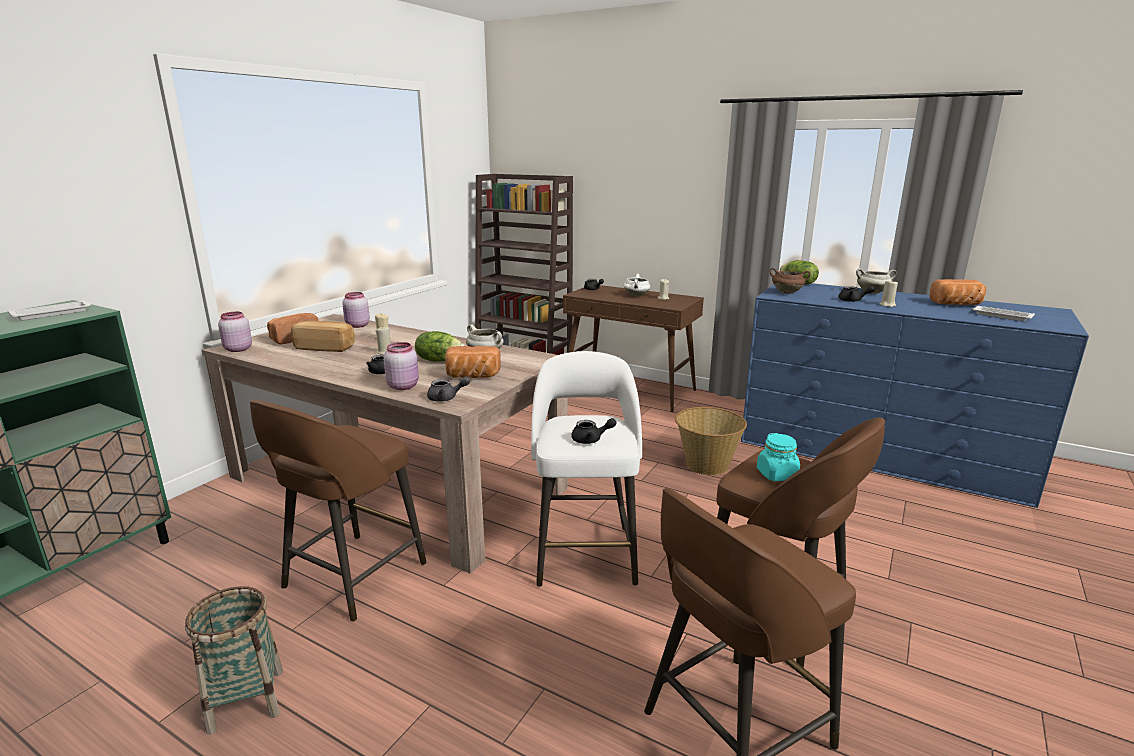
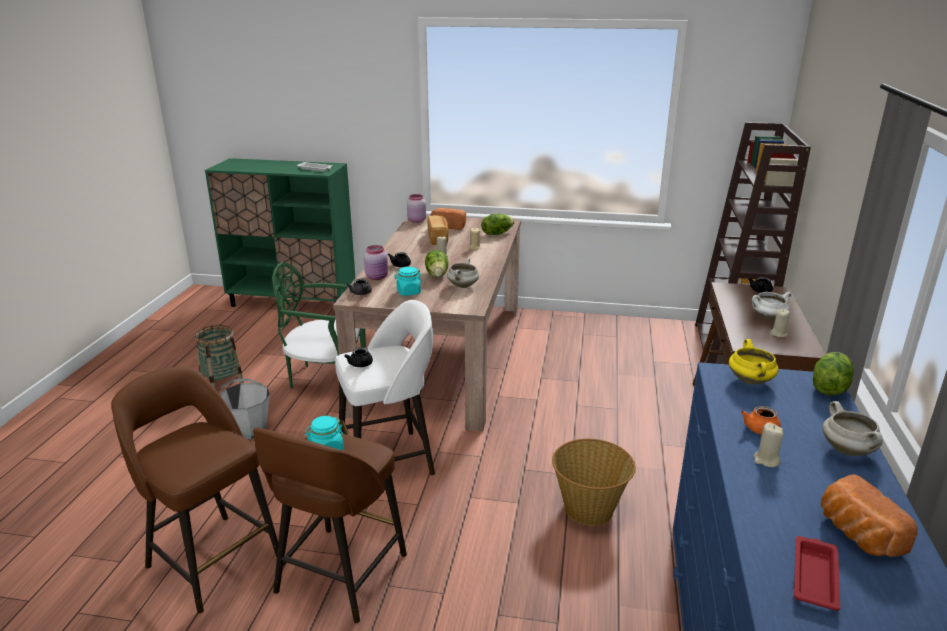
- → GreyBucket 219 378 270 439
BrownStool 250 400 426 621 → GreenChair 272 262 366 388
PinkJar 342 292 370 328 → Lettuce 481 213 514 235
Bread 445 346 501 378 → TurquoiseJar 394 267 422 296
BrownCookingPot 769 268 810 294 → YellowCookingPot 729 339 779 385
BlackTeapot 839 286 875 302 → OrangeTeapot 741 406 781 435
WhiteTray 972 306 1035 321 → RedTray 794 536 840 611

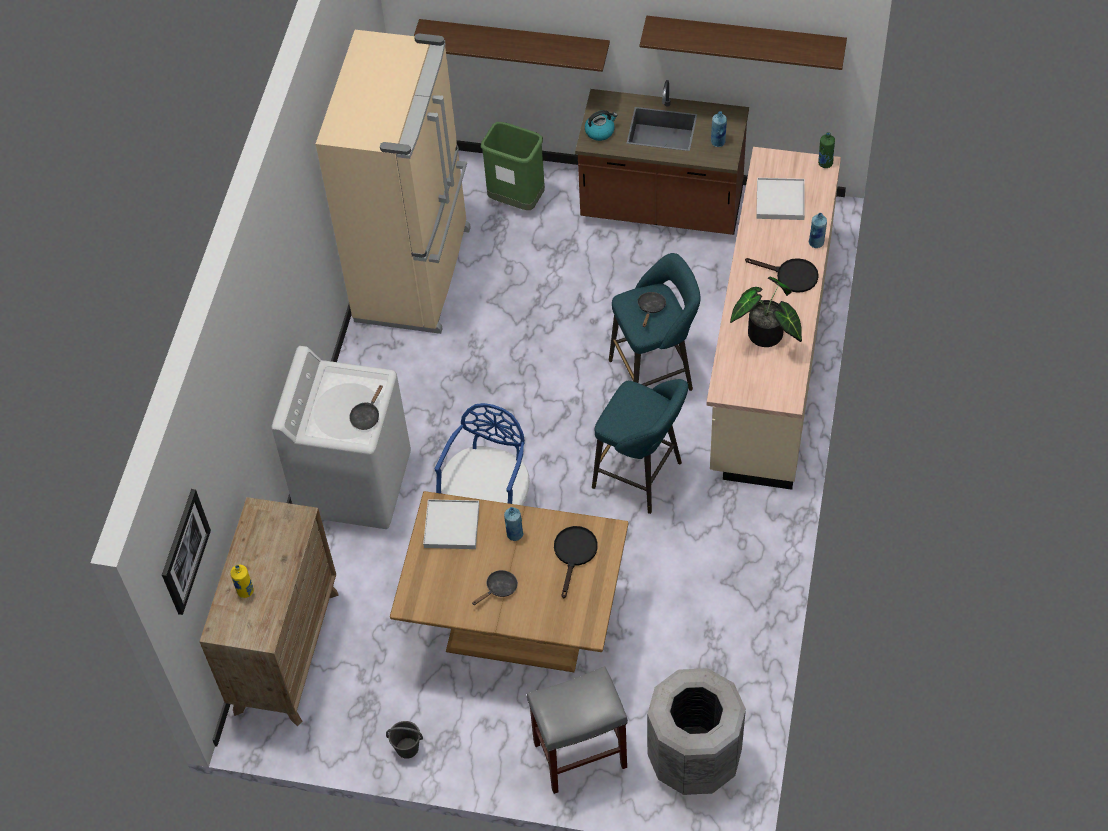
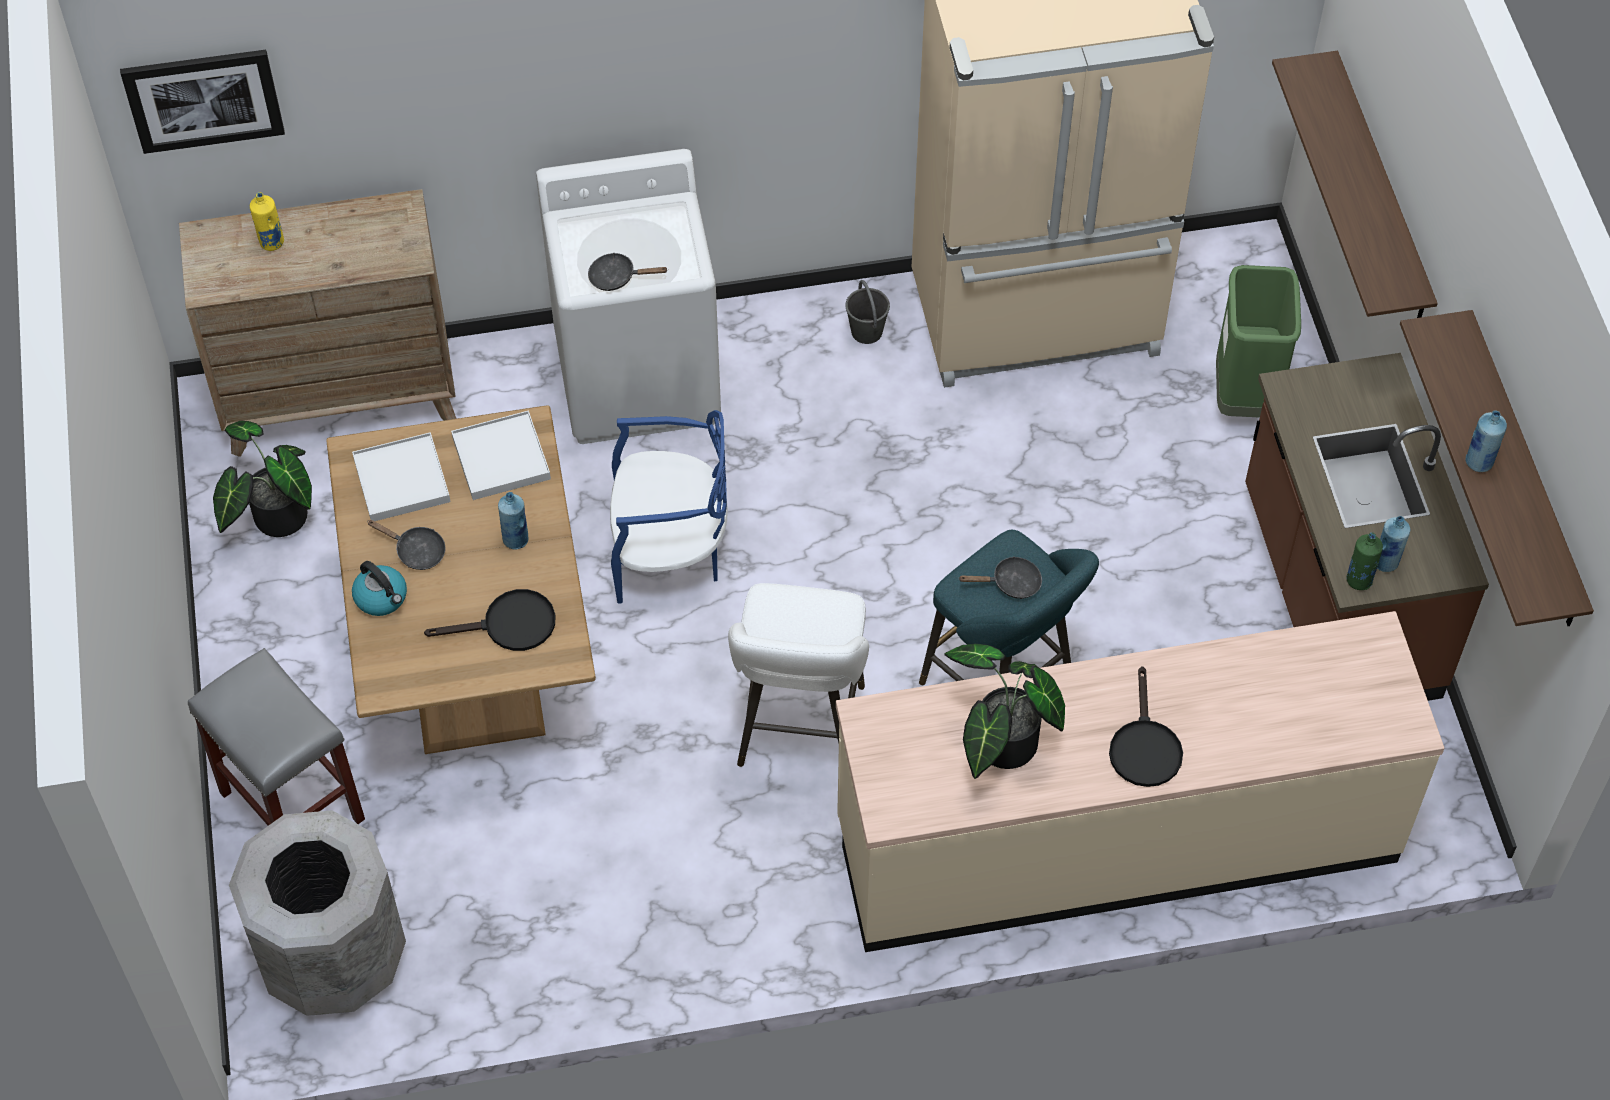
- → PottedPlant 213 421 312 537
GreyBucket 386 721 423 759 → GreyBucket 846 280 890 344, shifted
Kettle 585 110 618 141 → Kettle 352 561 407 616, shifted
WhiteTray 756 178 805 220 → WhiteTray 352 432 450 521, shifted
BlueBottle 809 213 827 248 → BlueBottle 1465 410 1507 472, shifted
GreenBottle 818 132 835 168 → GreenBottle 1347 532 1383 590, shifted
TurquoiseStool 592 379 688 514 → WhiteStool 728 583 869 767

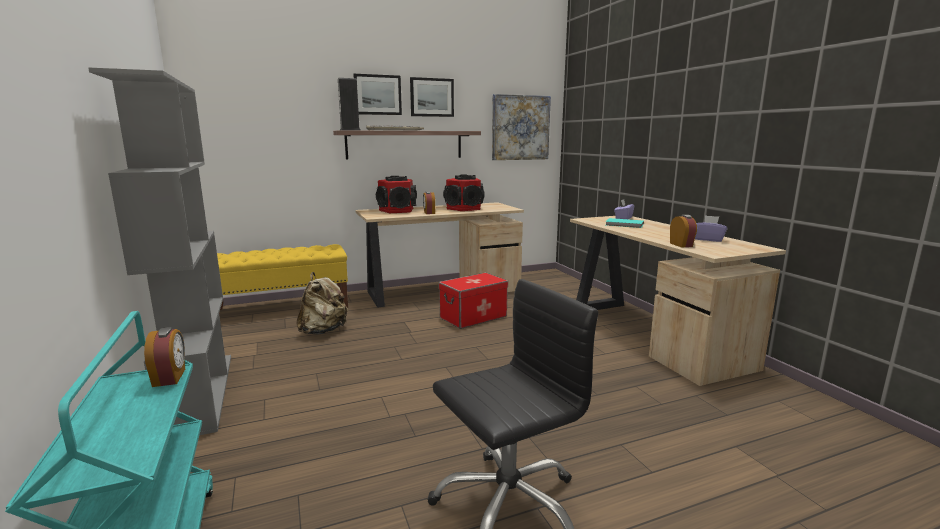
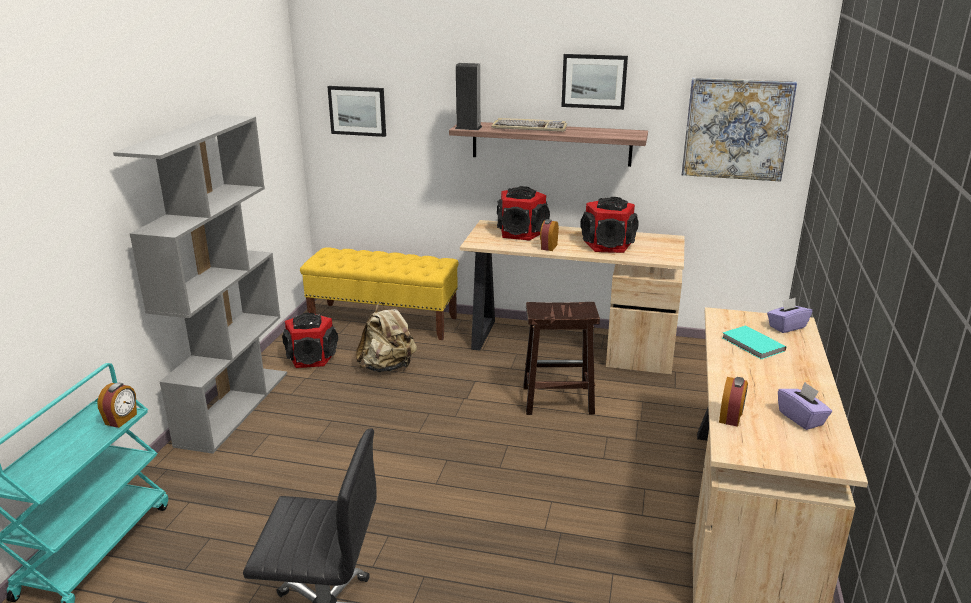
- → Speaker 282 313 338 368
Picture 353 74 402 115 → Picture 327 86 386 137, shifted
StorageBox 439 273 508 329 → BrownStool 523 302 600 415

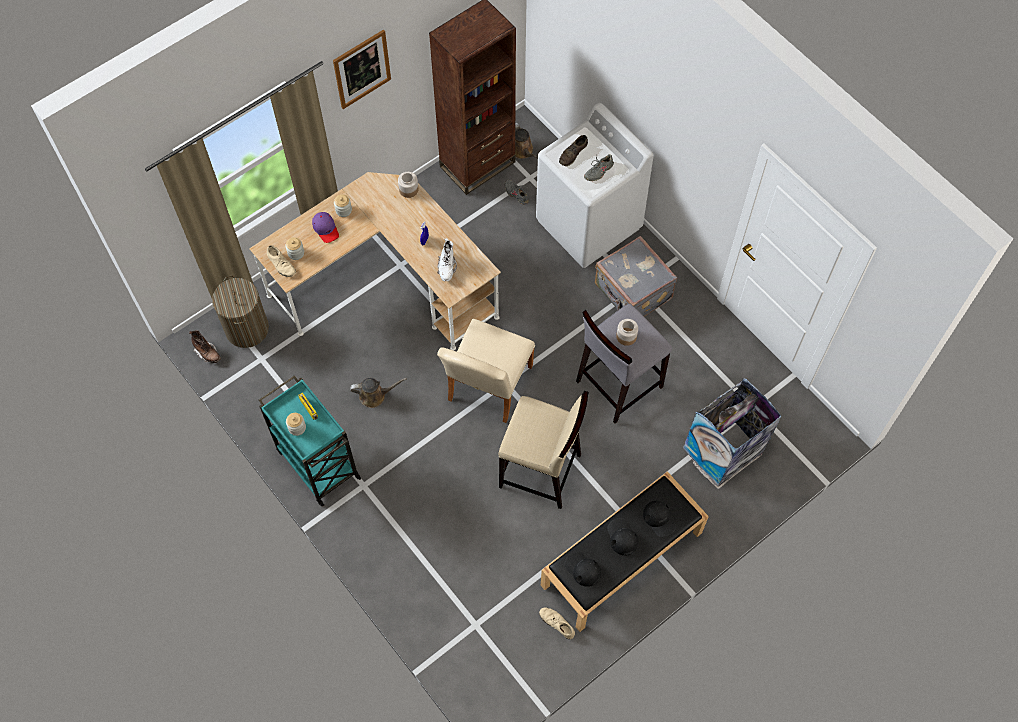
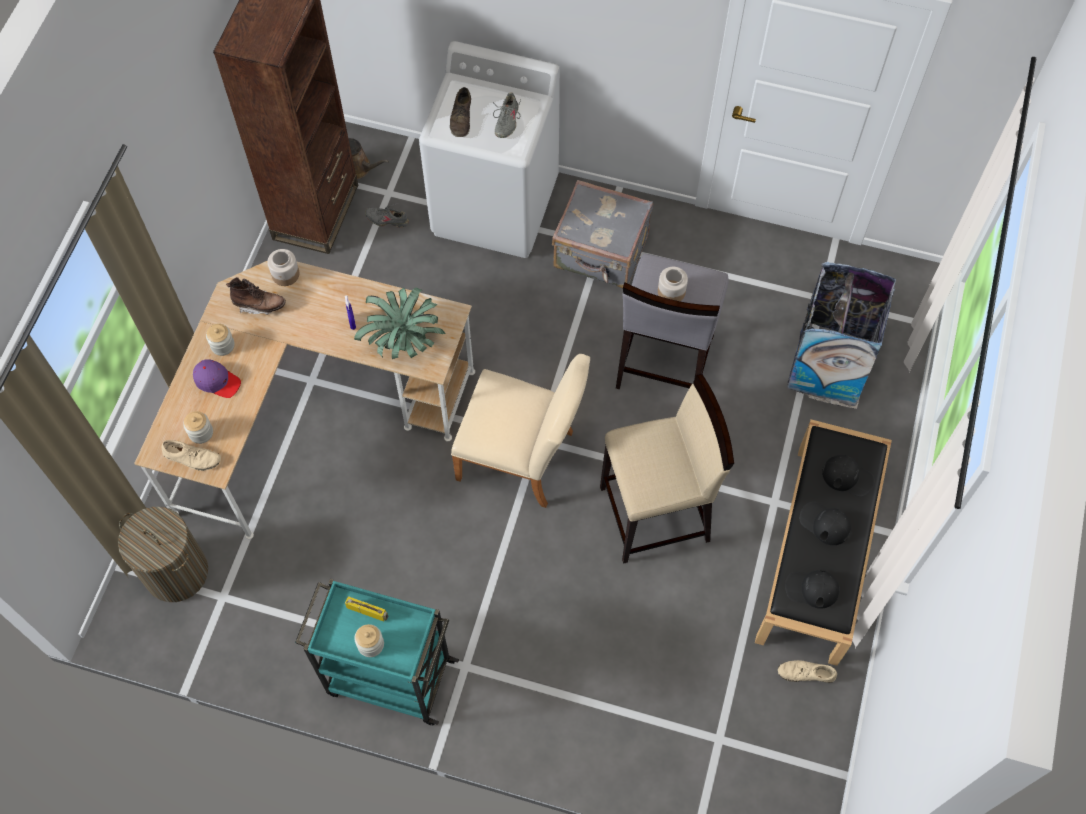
Picture 333 30 391 109 → -
BrownWateringCan 350 378 407 408 → -
BrownBoot 189 331 221 363 → BrownBoot 226 277 286 315, shifted
WhiteBoot 437 238 457 281 → PottedPlant 354 288 446 359
BeigeChair 437 319 535 423 → BeigeChair 451 354 590 508, 60 degrees counterclockwise

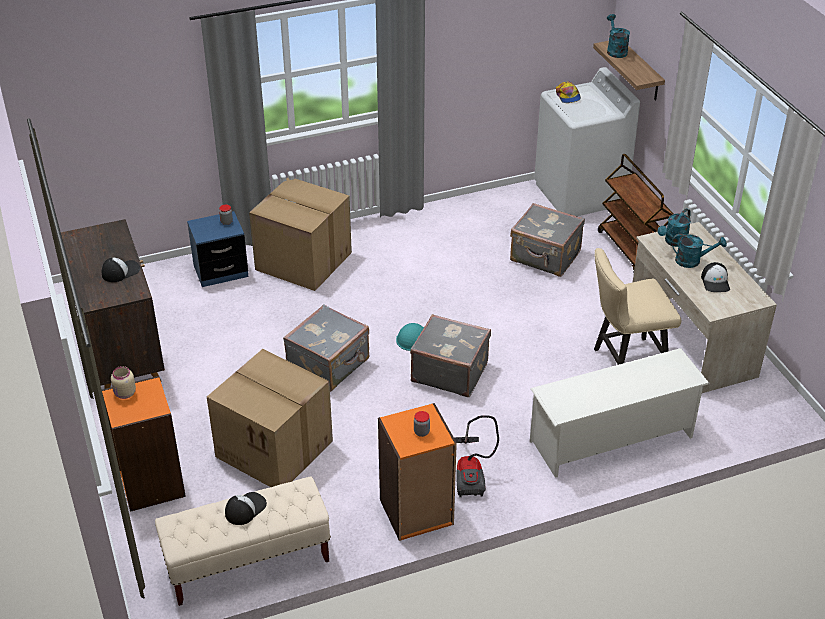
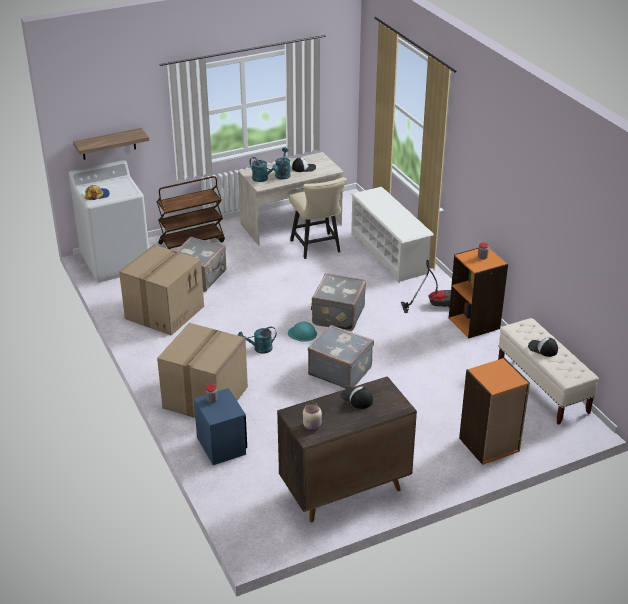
BeigeJar 111 366 136 399 → BeigeJar 303 403 322 430, shifted
CardboardBox 207 349 333 487 → CardboardBox 119 245 204 336, shifted
TurquoiseWateringCan 607 14 630 58 → TurquoiseWateringCan 238 327 277 354, shifted

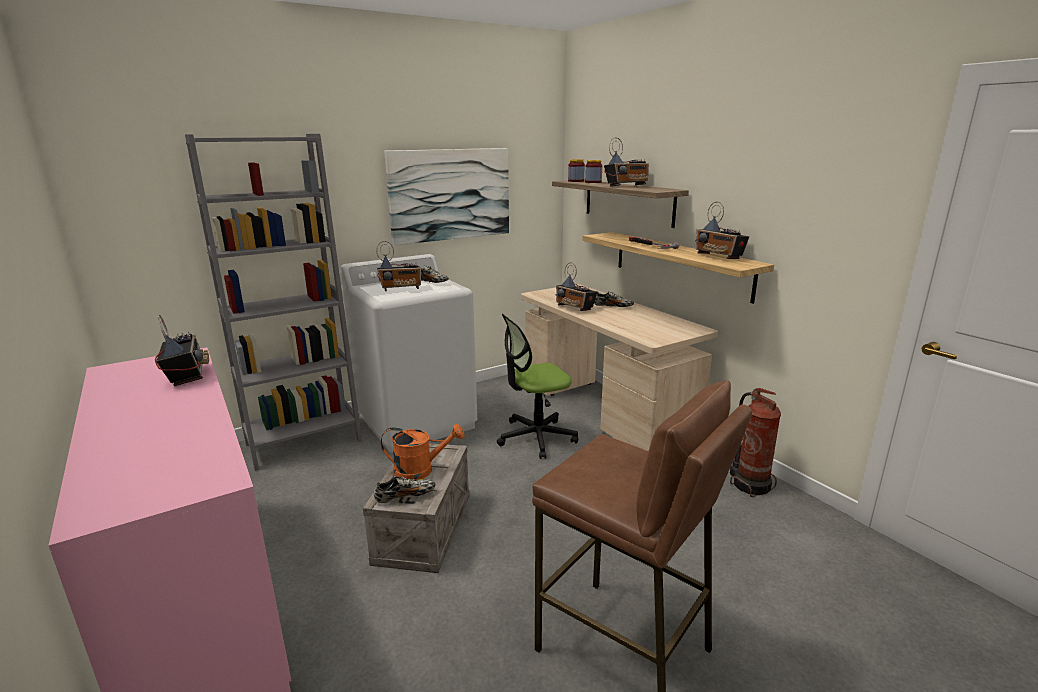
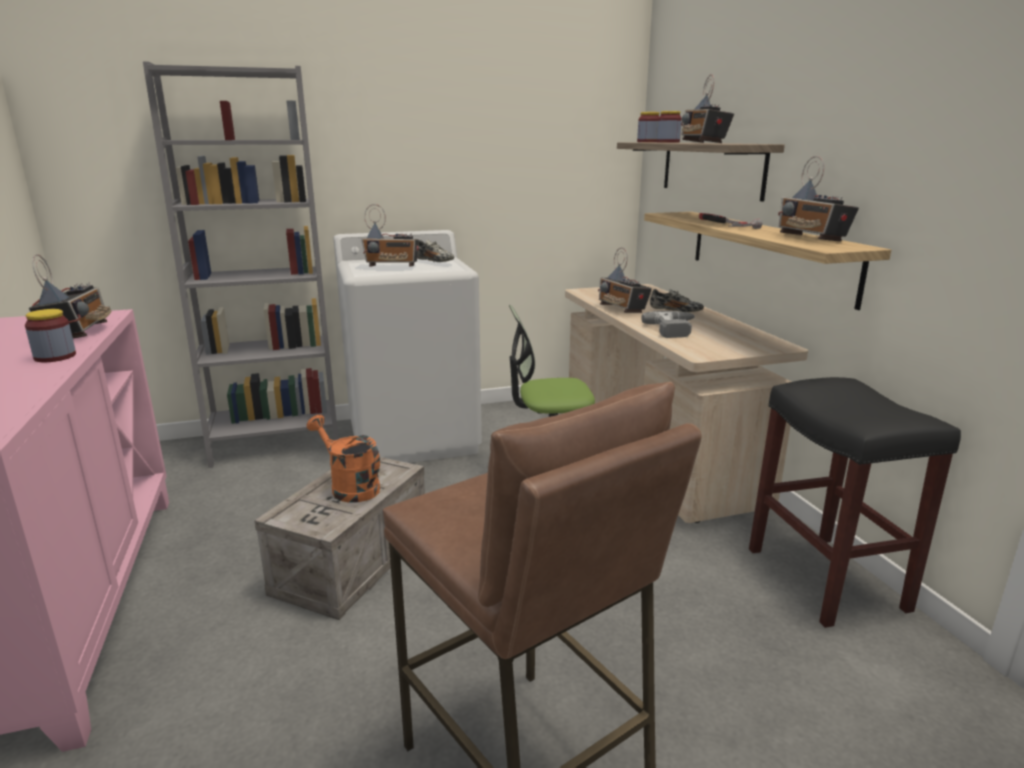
Shoe 374 477 435 503 → -
Picture 384 148 509 245 → -
- → Jar 25 309 76 362
- → PowerDrill 641 311 695 338
FireExtinguisher 730 388 781 497 → BlackStool 749 377 961 628
OrangeWateringCan 381 424 465 480 → OrangeWateringCan 307 415 380 503, 150 degrees counterclockwise
Radio 604 137 649 186 → Radio 681 74 734 143, 90 degrees clockwise

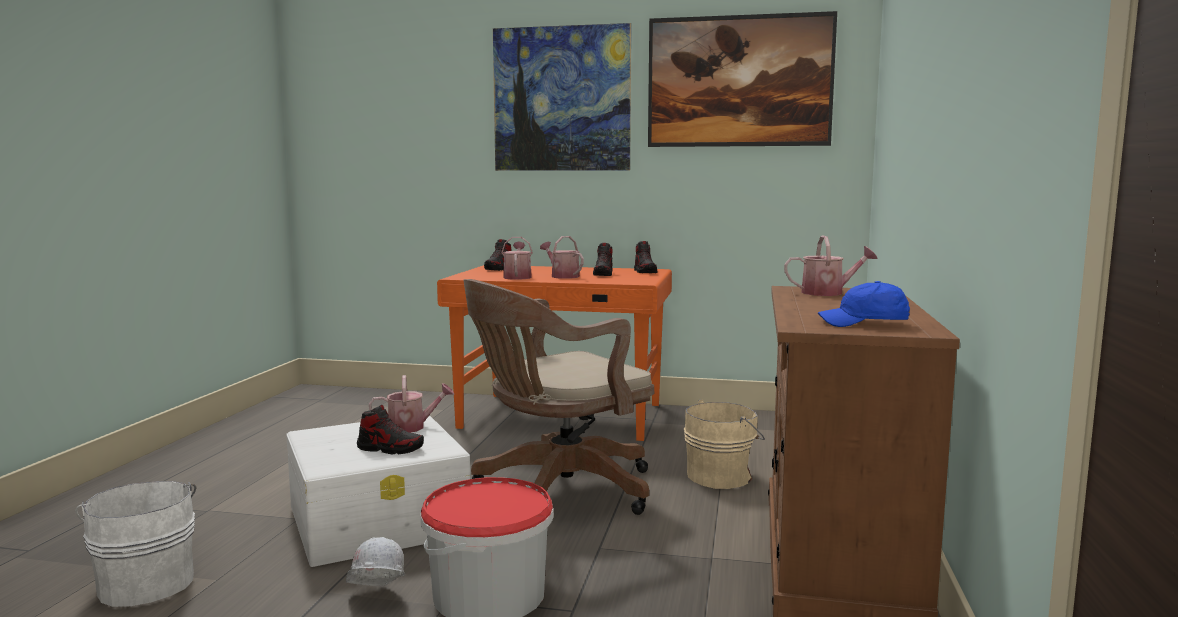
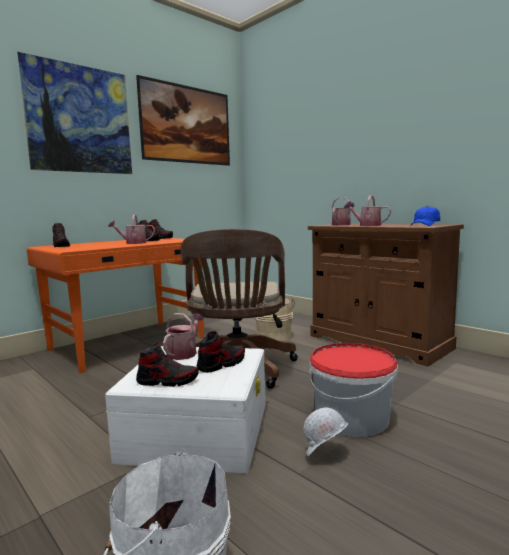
- → Shoe 136 343 199 387
WateringCan 501 237 533 280 → WateringCan 344 195 391 226, shifted

